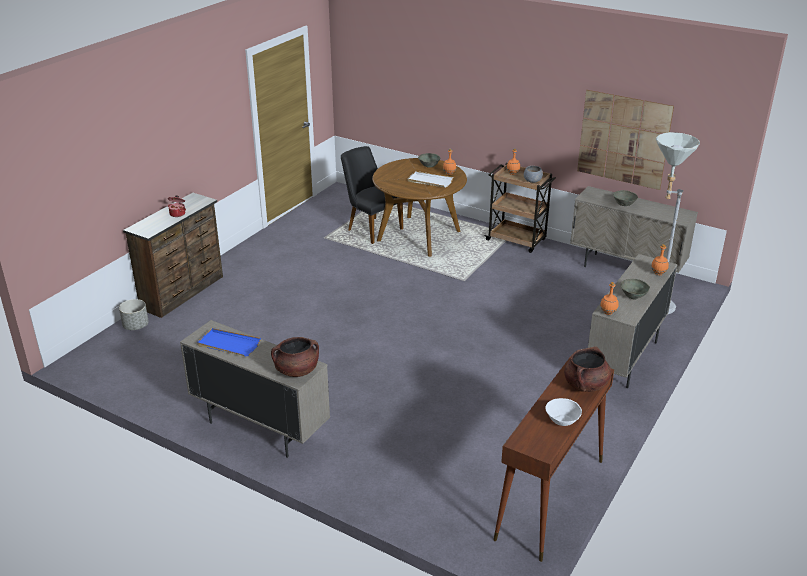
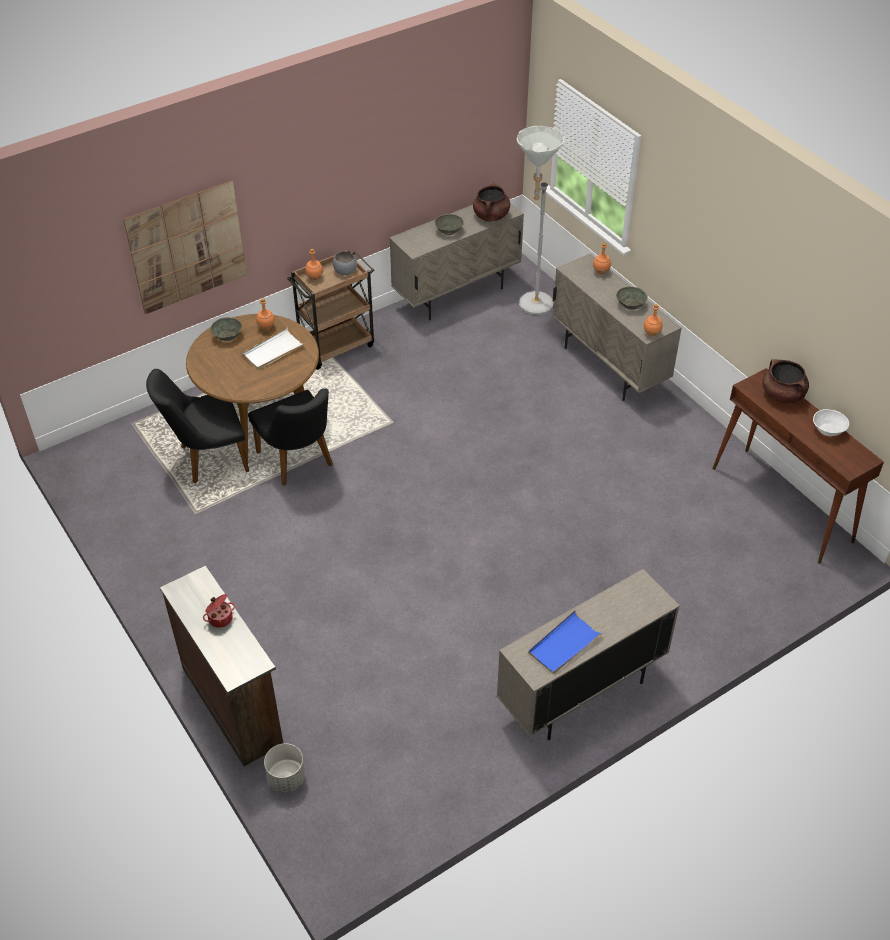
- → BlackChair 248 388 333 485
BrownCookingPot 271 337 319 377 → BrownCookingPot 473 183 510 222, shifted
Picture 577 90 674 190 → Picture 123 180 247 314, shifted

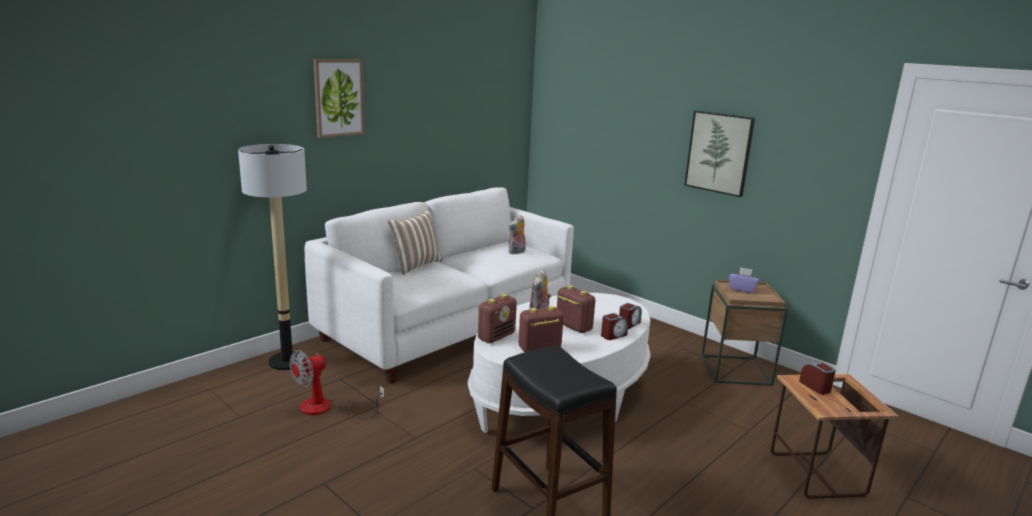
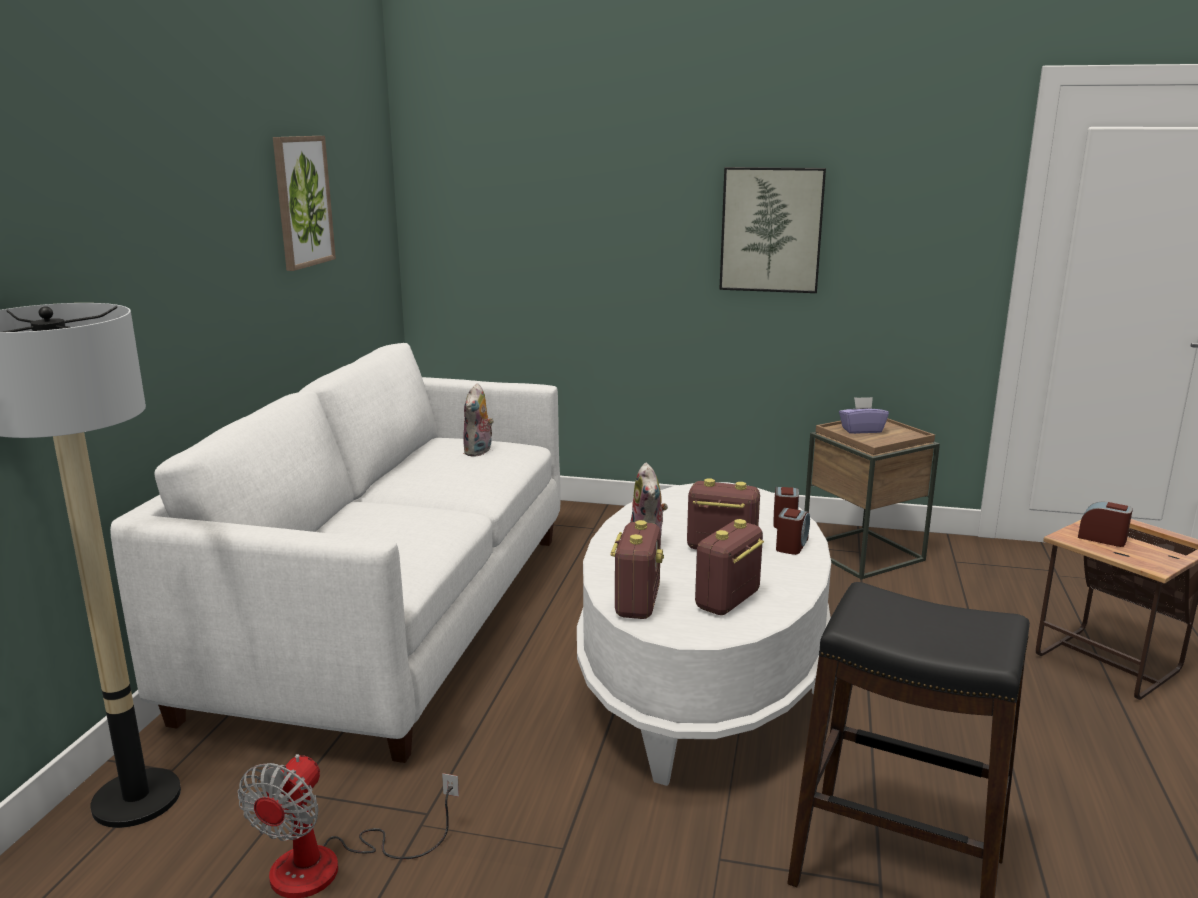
Pillow 388 210 442 275 → -
Picture 313 59 365 138 → Picture 273 136 336 271, shifted

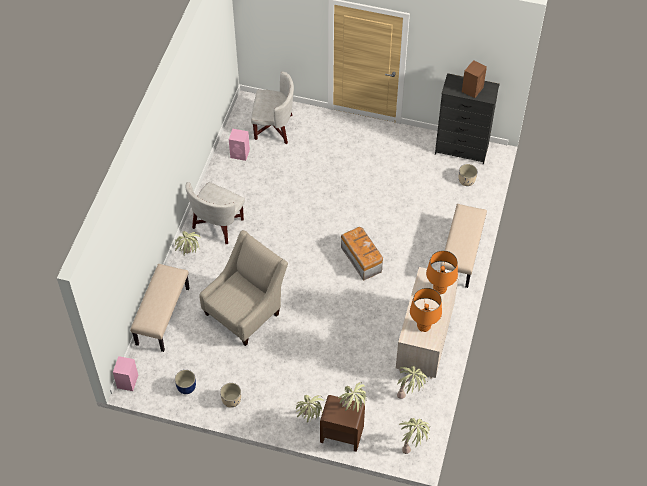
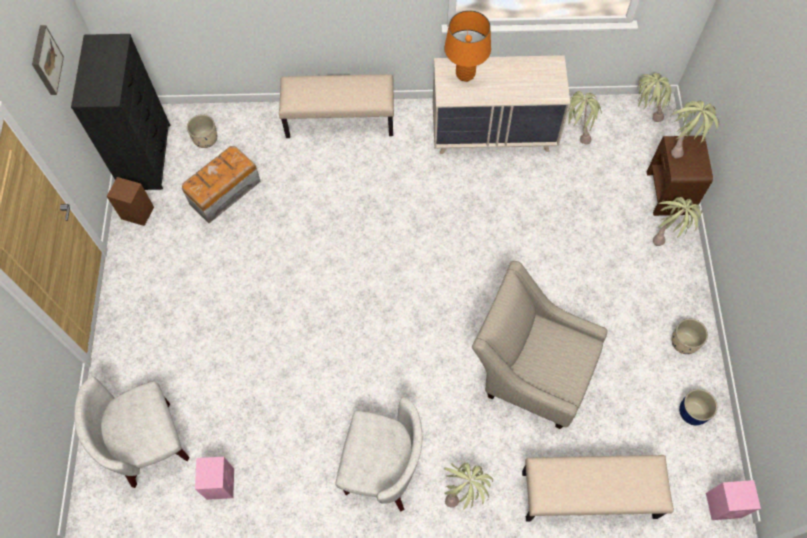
OrangeTableLamp 410 288 442 332 → -
- → Picture 32 25 64 95
StorageBox 341 227 383 281 → StorageBox 182 146 261 223, shifted
BrownSpeaker 462 60 487 98 → BrownSpeaker 107 177 154 226, shifted
WhiteArmchair 251 71 294 144 → WhiteArmchair 74 376 189 488, 105 degrees counterclockwise

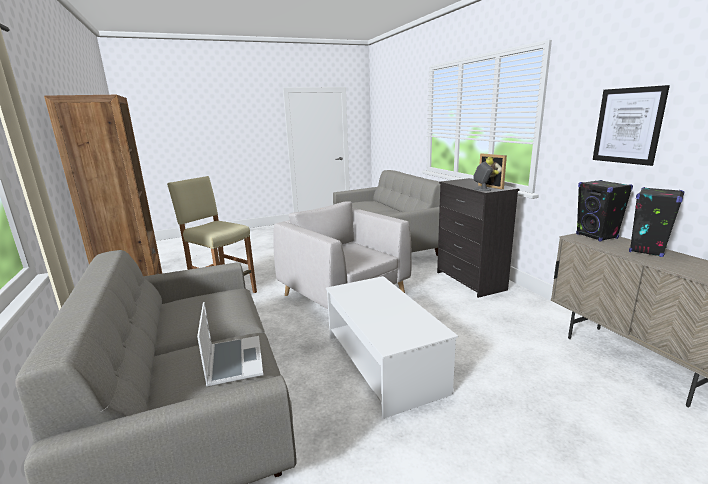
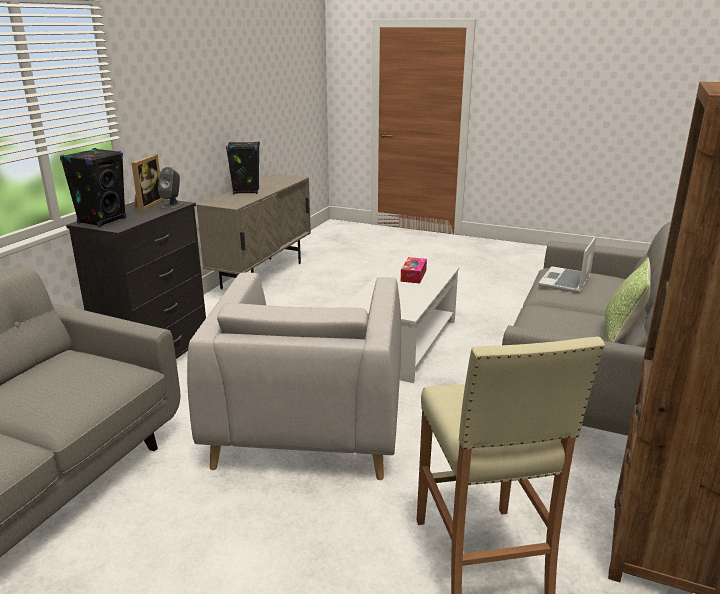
Picture 593 85 670 166 → -
- → TissueBox 401 257 427 284
- → Pillow 605 258 651 343
BlackSpeaker 576 180 633 242 → BlackSpeaker 60 148 126 227, shifted

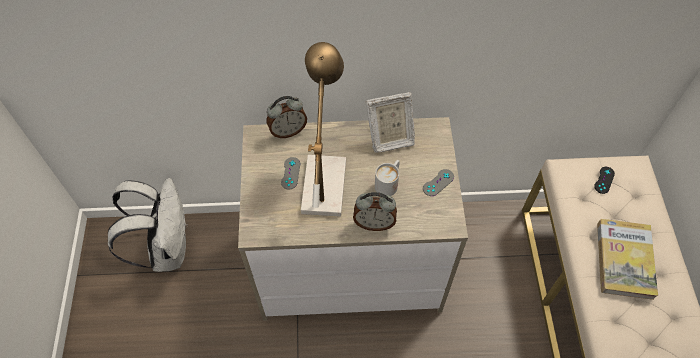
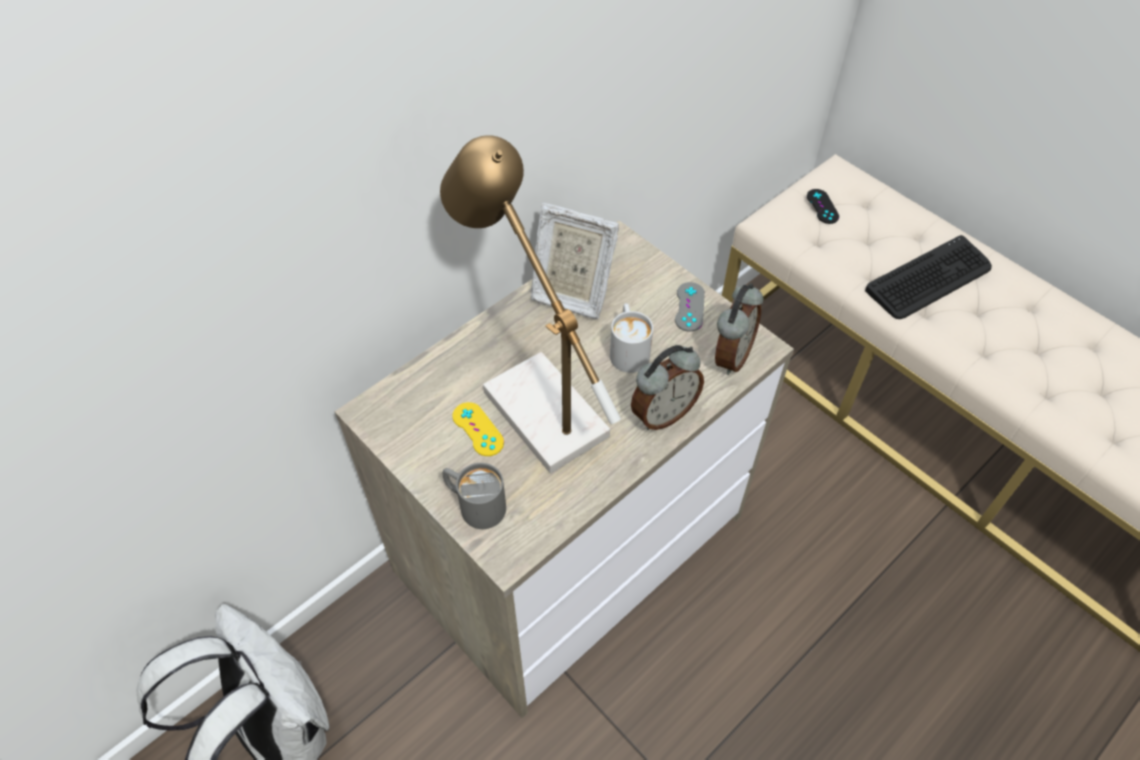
- → GreyMug 443 463 506 529
AlarmClock 266 96 307 138 → AlarmClock 715 283 763 375, shifted
Book 597 219 658 300 → Keyboard 865 235 992 319
GreyGameController 281 157 300 190 → YellowGameController 452 402 504 456
PictureFrame 366 92 415 153 → PictureFrame 531 203 619 319, 75 degrees clockwise

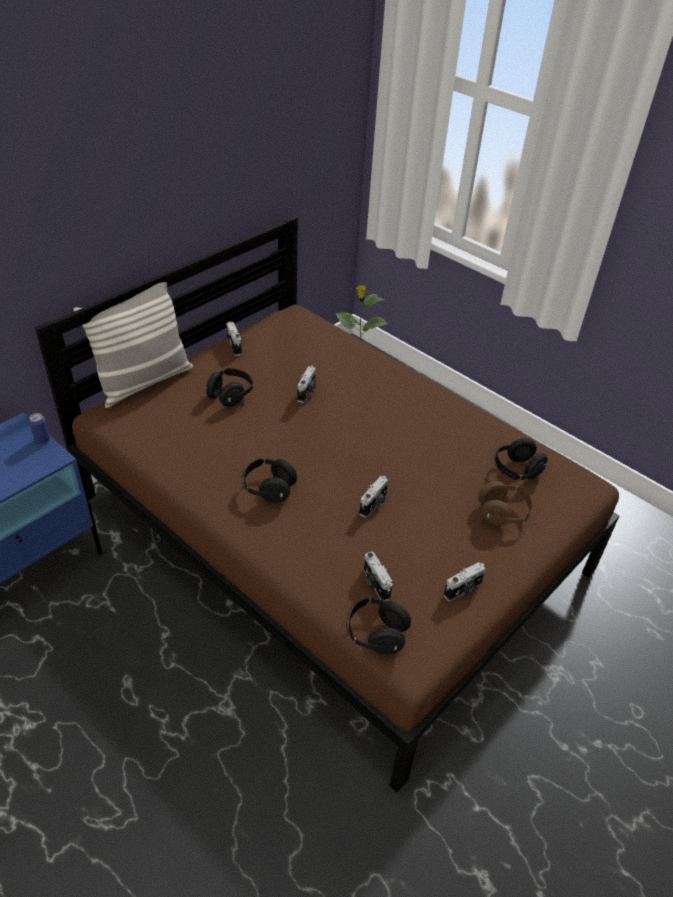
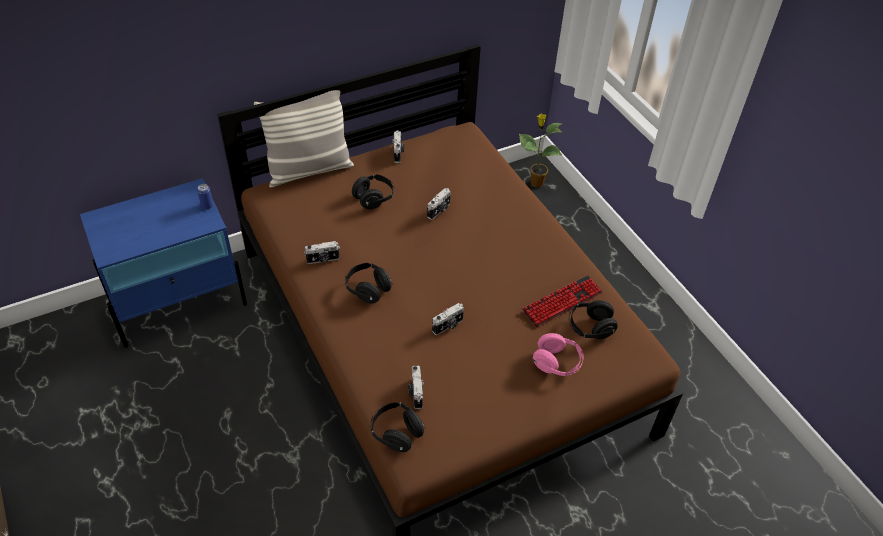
- → Keyboard 522 275 603 327
PhotoCamera 444 562 485 601 → PhotoCamera 304 241 340 264, shifted
BrownHeadphones 478 481 534 526 → PinkHeadphones 533 333 584 376

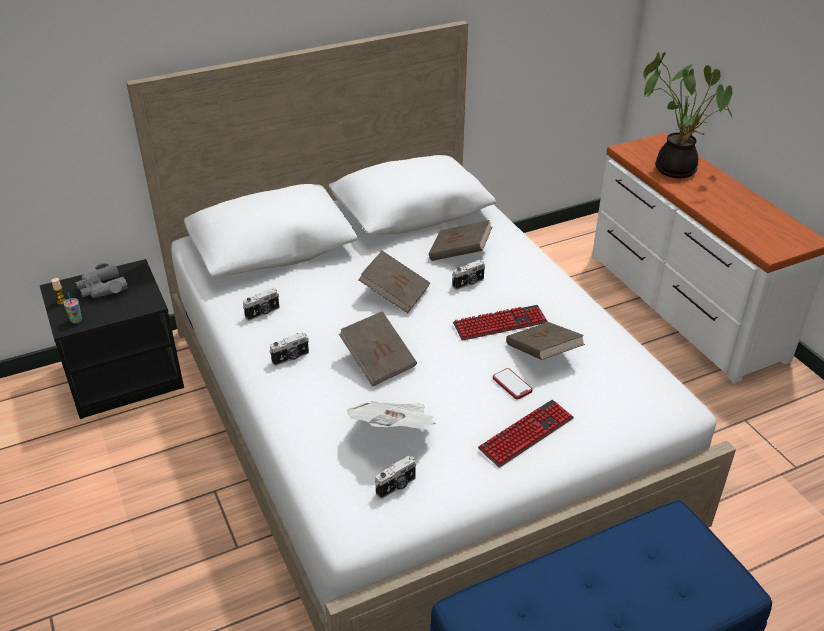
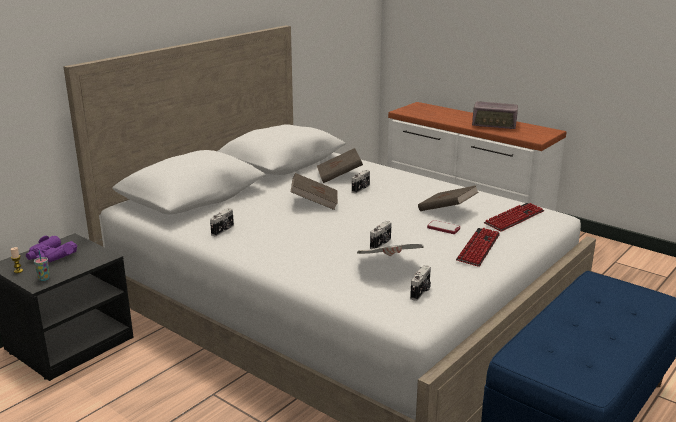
BrownBook 339 311 417 386 → -
PottedPlant 643 52 733 178 → -
- → Radio 472 101 518 129
PhotoCamera 270 332 309 366 → PhotoCamera 370 221 392 249, shifted
Keyboard 453 305 548 341 → Keyboard 484 203 544 232, shifted
GreyBinoculars 76 263 128 298 → PurpleBinoculars 26 236 77 262

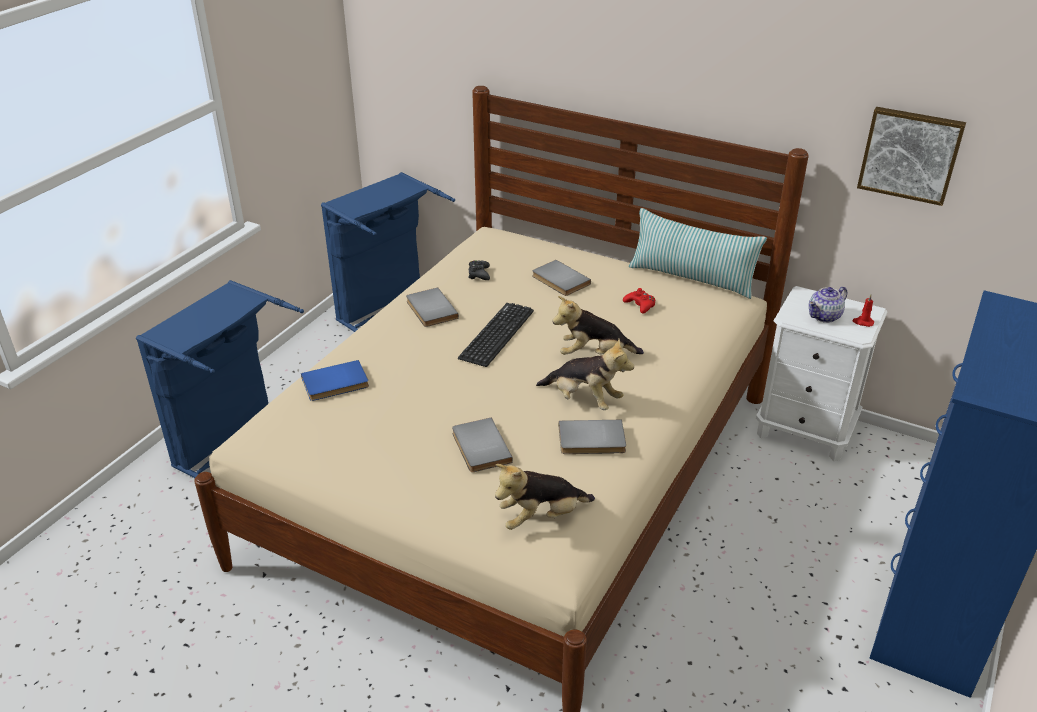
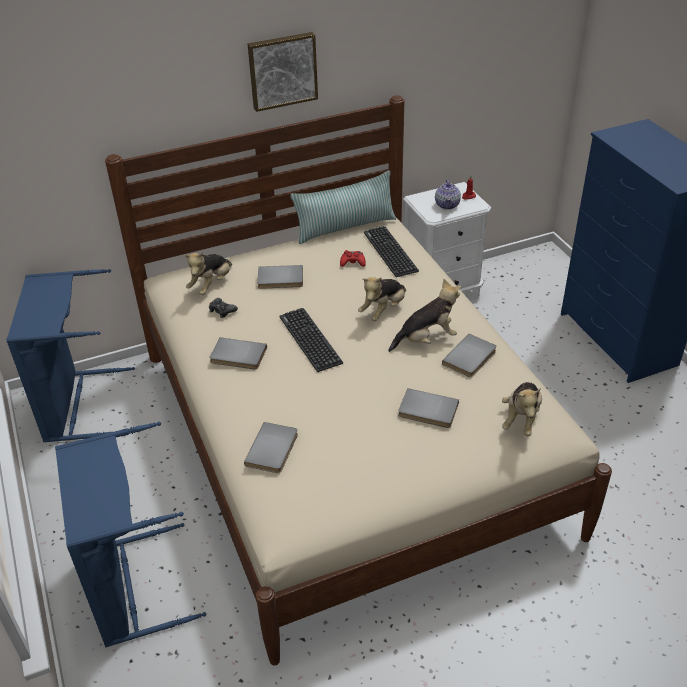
- → PlushToy 184 252 232 295
- → Keyboard 364 226 419 277
Picture 857 107 966 206 → Picture 248 32 318 112, shifted
BlueBook 301 360 369 401 → GreyBook 244 422 298 473

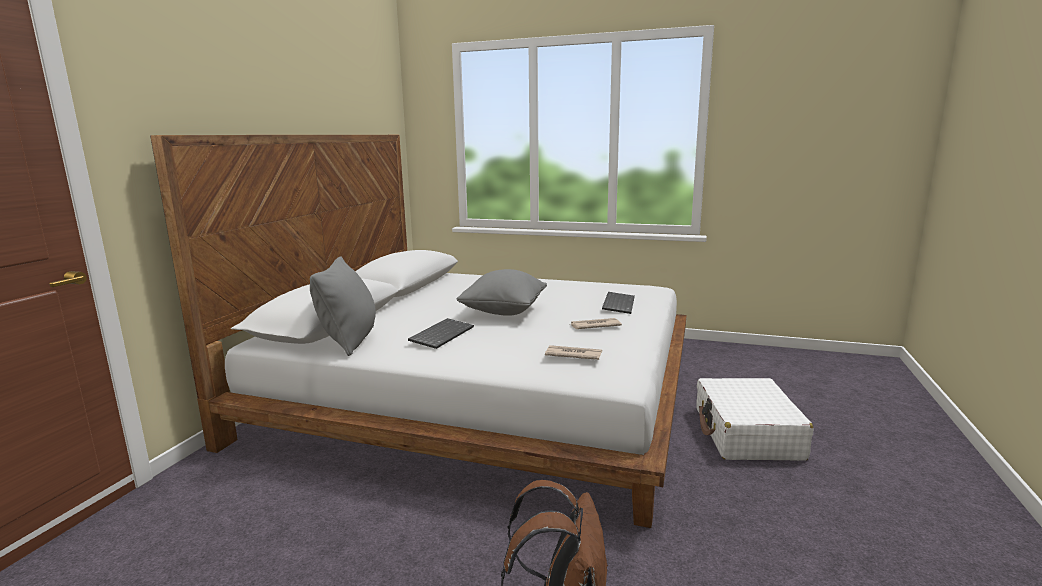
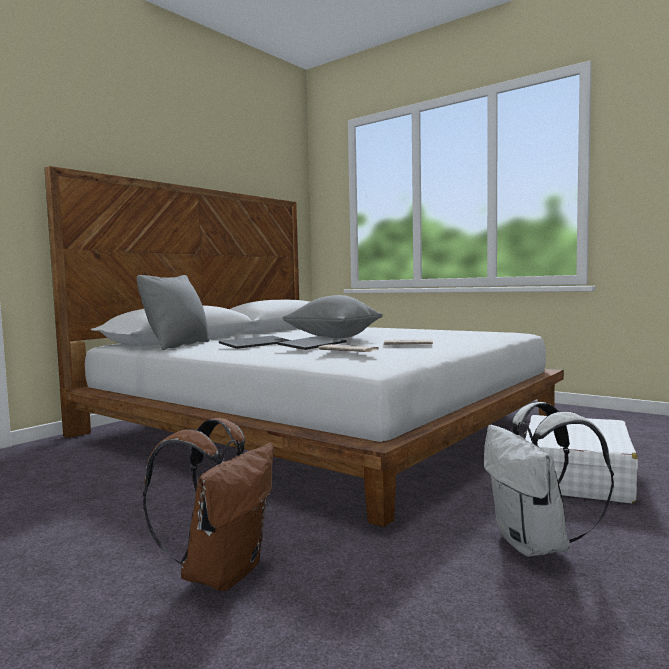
- → WhiteBackpack 484 402 614 557
Keyboard 602 292 635 314 → Keyboard 278 336 347 350, shifted

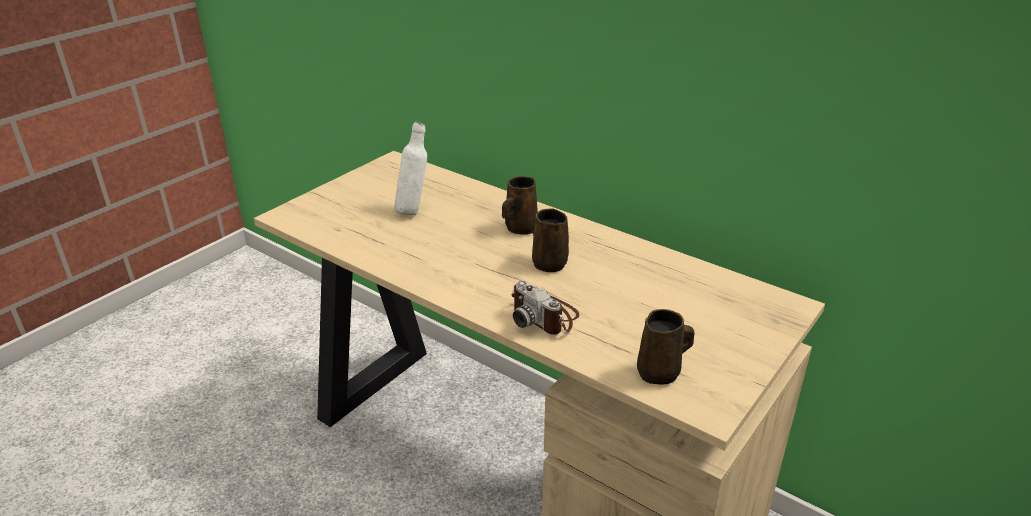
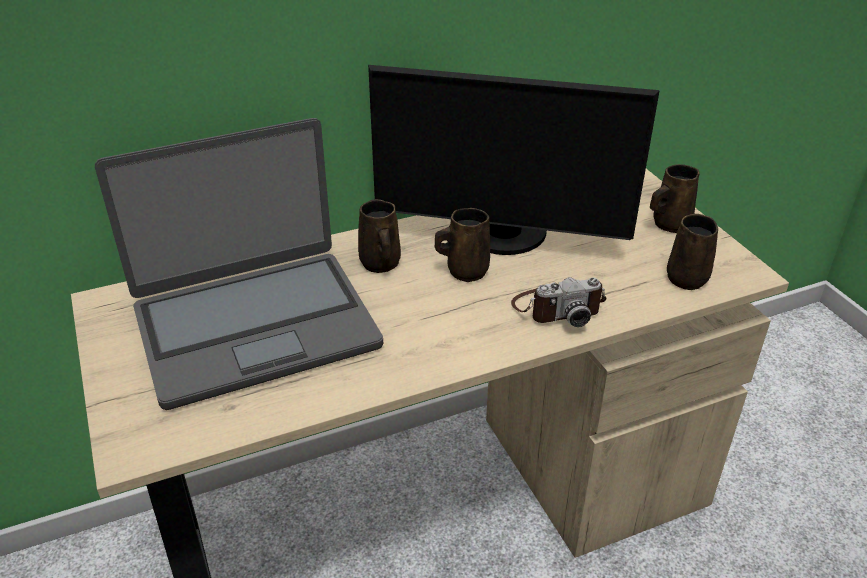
- → Monitor 368 65 660 255
- → BrownMug 650 164 700 233
WhiteBottle 394 122 427 215 → Laptop 95 118 383 410

